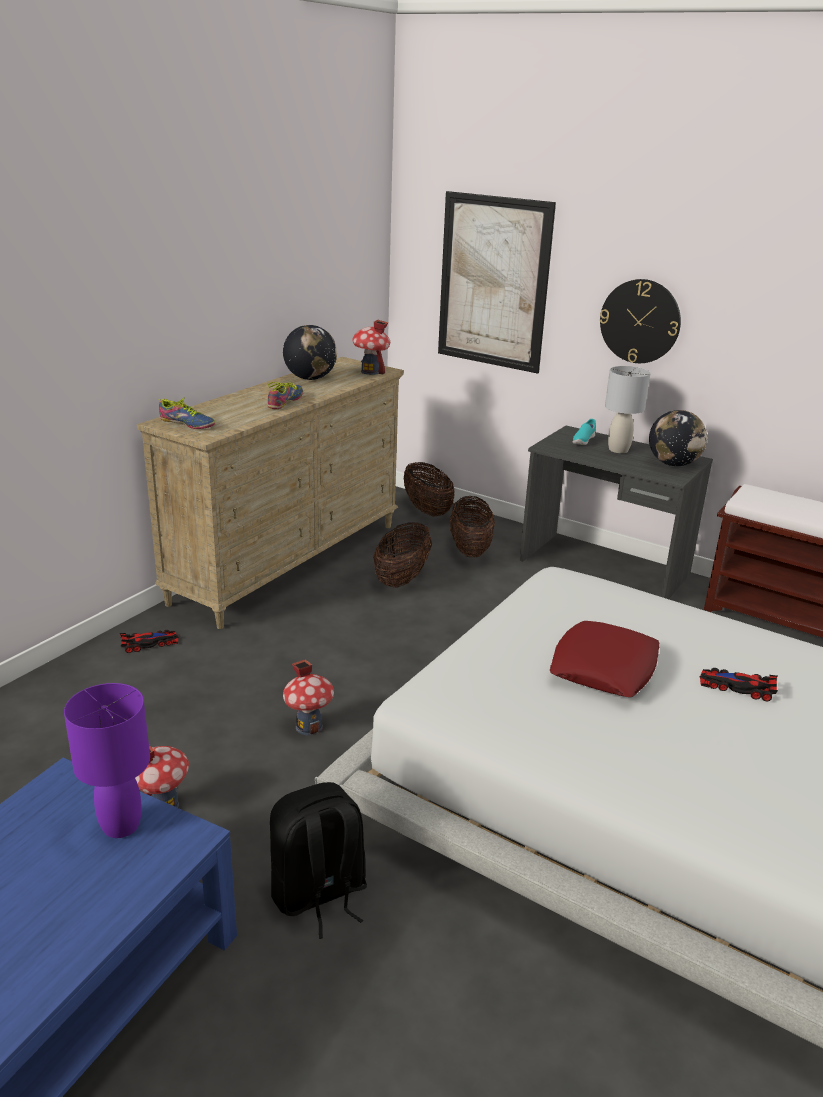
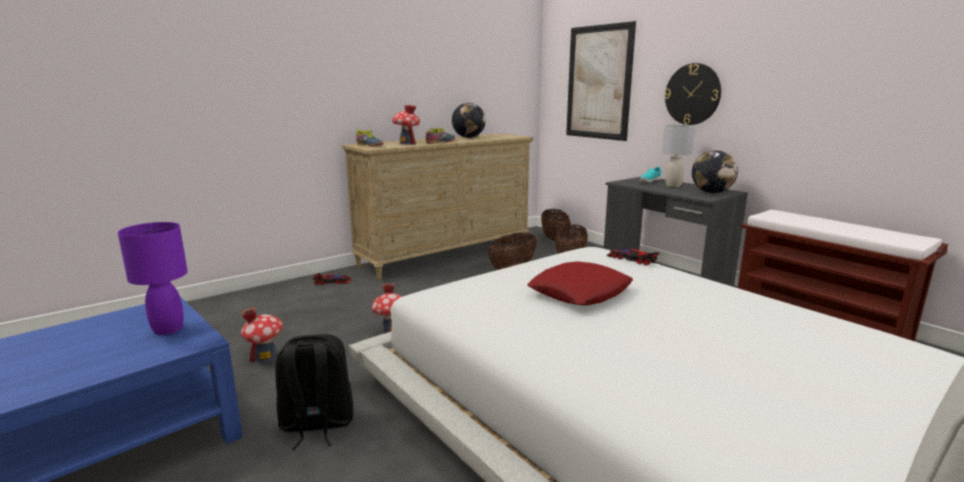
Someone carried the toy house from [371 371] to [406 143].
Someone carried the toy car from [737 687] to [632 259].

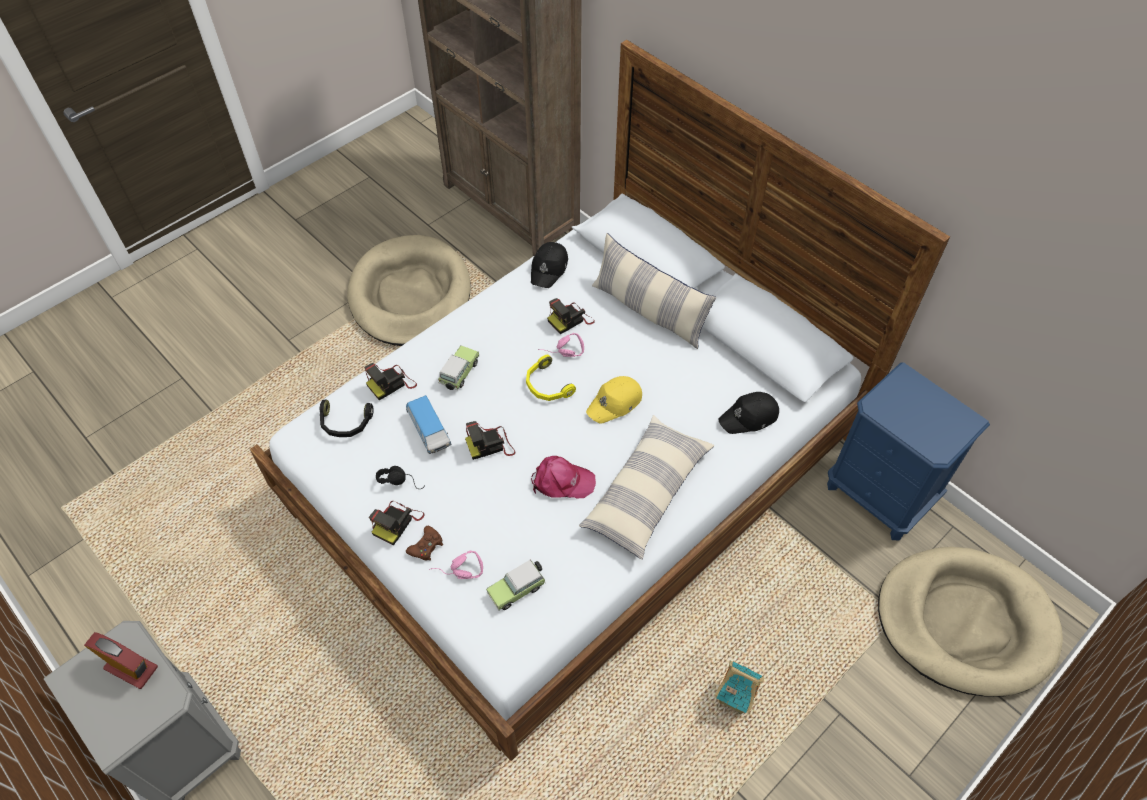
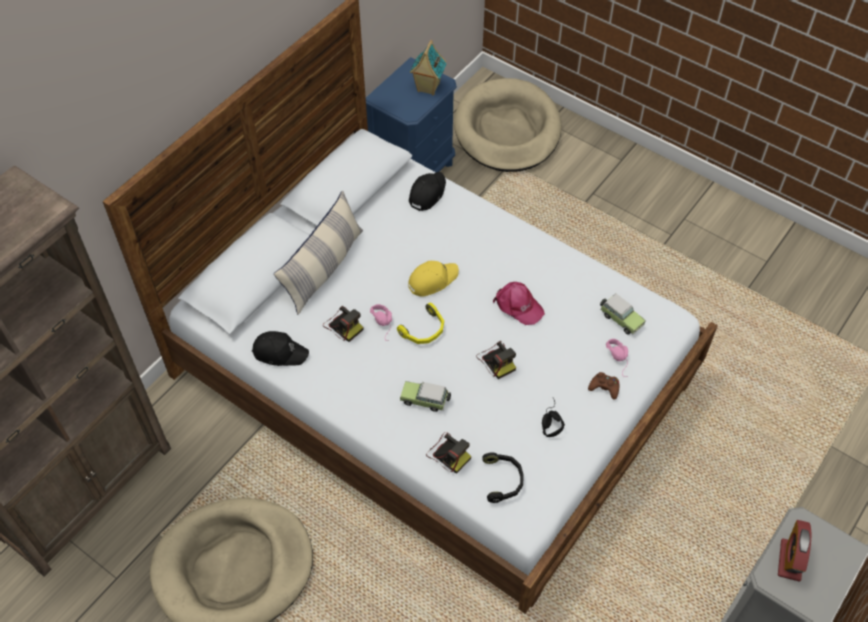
Someone rotated the cap (yellow) at [615 403] by 75 degrees counterclockwise.
Someone rotated the cap (black) at [749 417] by 120 degrees counterclockwise.
Someone took away the toy car at [429 430].
Someone took away the pillow at [646 493].
Someone rotated the cap (pink) at [562 481] by 135 degrees clockwise.
Someone took away the photo camera at [397 522].
Someone carried the toy house from [733 697] to [427 88].

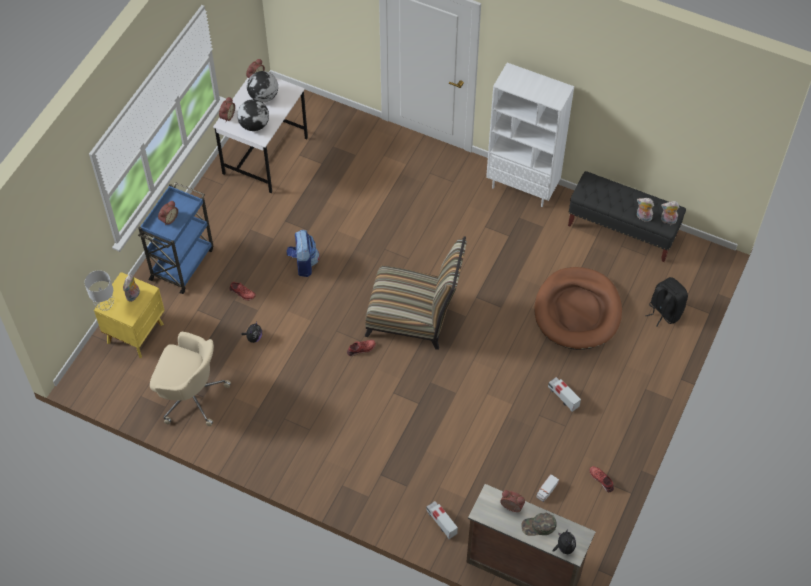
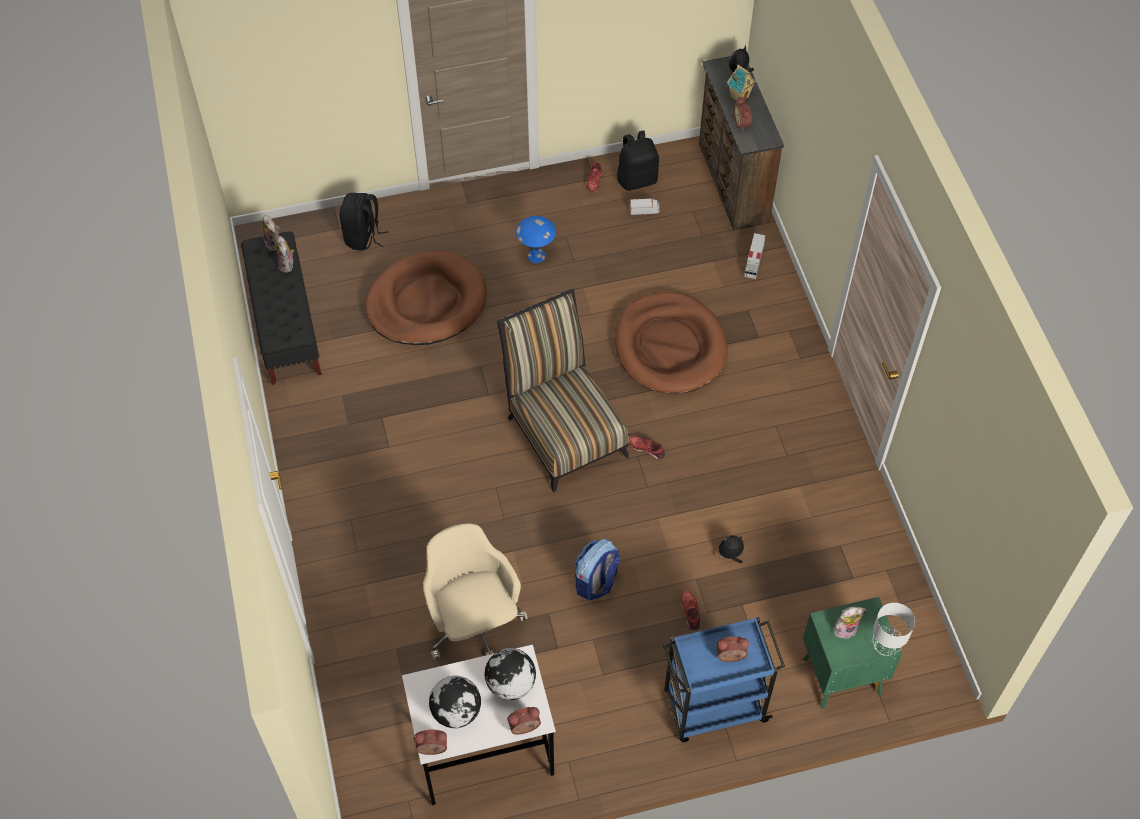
Someone took away the bookcase (white) at [523 187].
Someone repainted the nightstand (yellow) at [136 333], which became the nightstand (green) at [840 674].
Someone carried the office chair (beige) from [190 395] to [473 622].
Someone swapped the toy truck at [563 397] for the table lamp (blue) at [537 255].
Someone swapped the cap (green) at [538 526] for the toy house at [739 96].
Someone put down the backpack (black) at [637 179].
Someone put down the dog bed (brown) at [669 346].

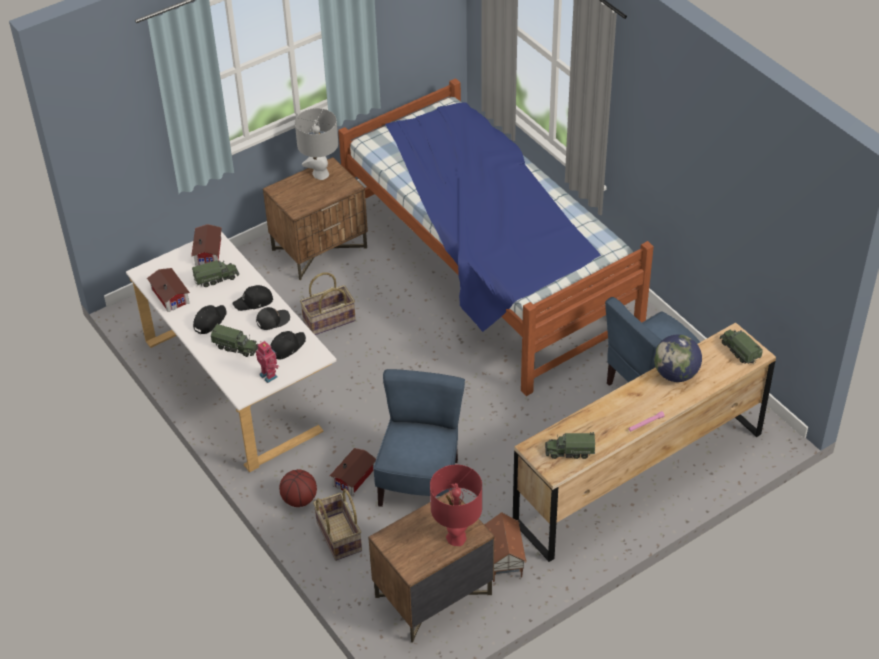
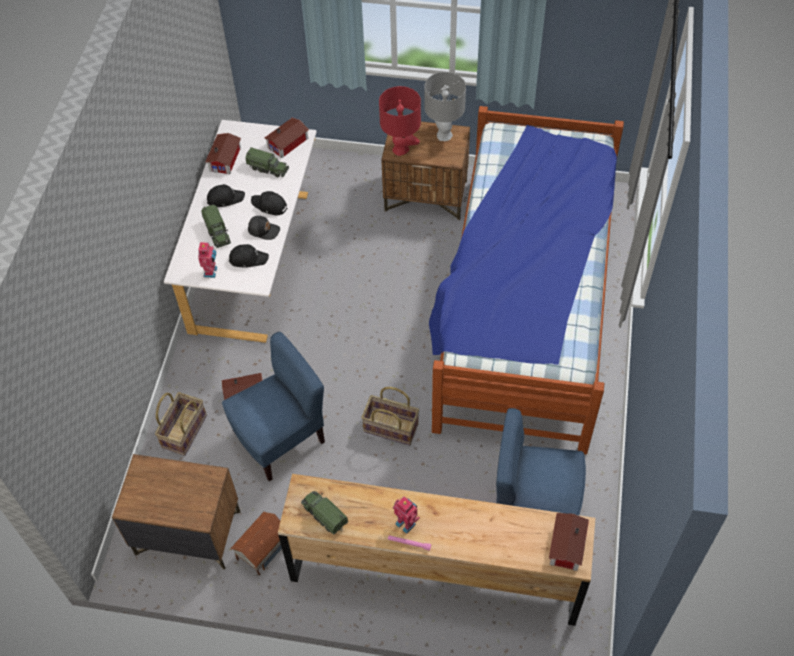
Someone carried the basket from [329 321] to [390 428].
Someone swapped the toy truck at [739 350] for the toy house at [565 546].
Someone took away the globe at [675 374].
Someone carried the table lamp (red) from [457 537] to [401 149].
Someone took away the basketball at [299 499].
Someone put down the toy robot at [406 523].

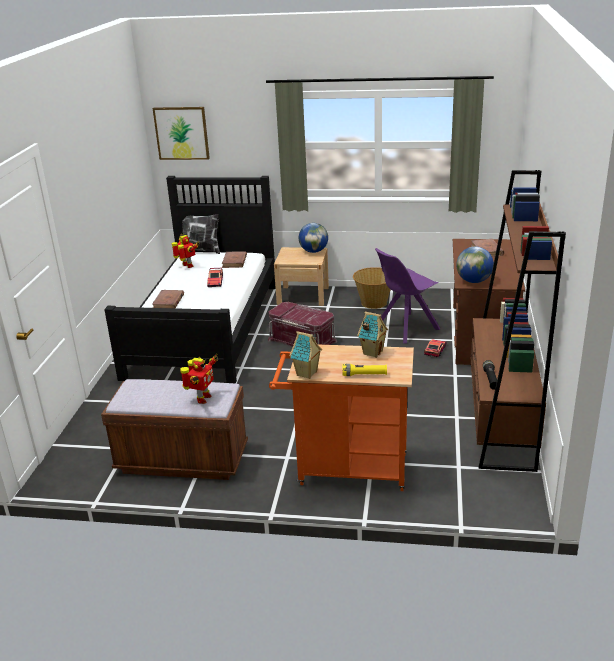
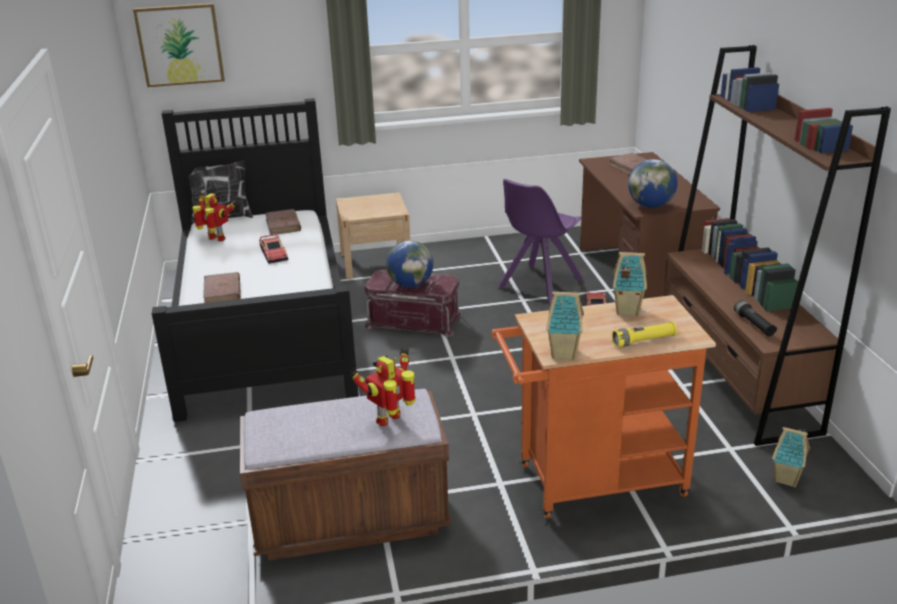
Someone carried the globe from [313 251] to [410 285].
Someone took away the basket at [374 302].
Someone rotated the toy robot at [202 399] by 135 degrees counterclockwise.
Someone put down the toy house at [787 479].

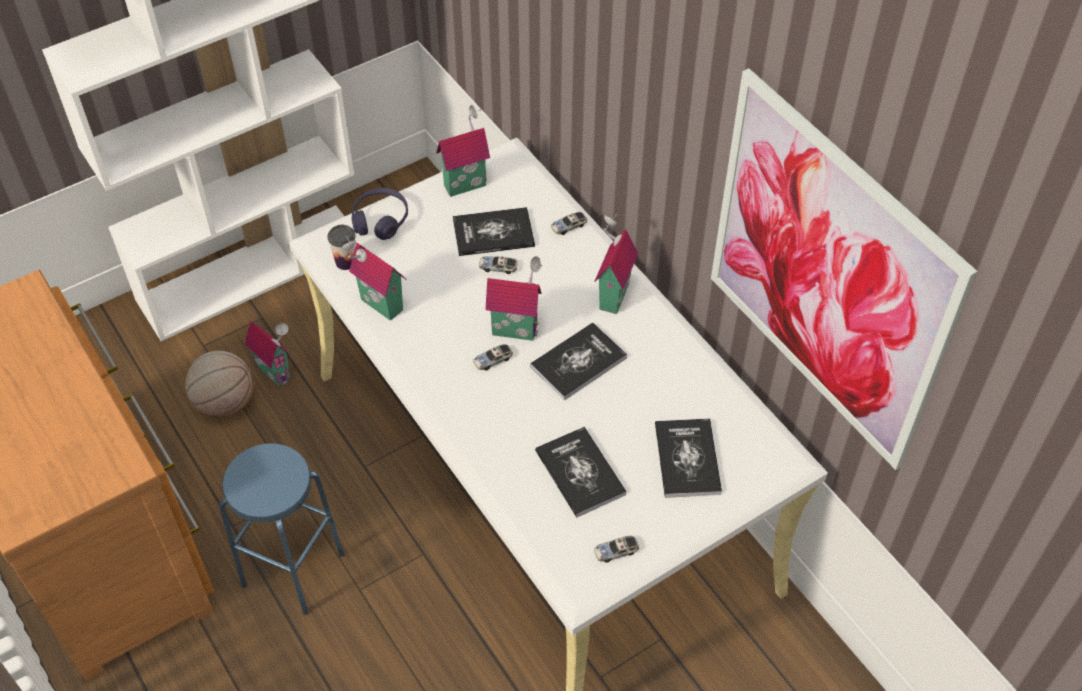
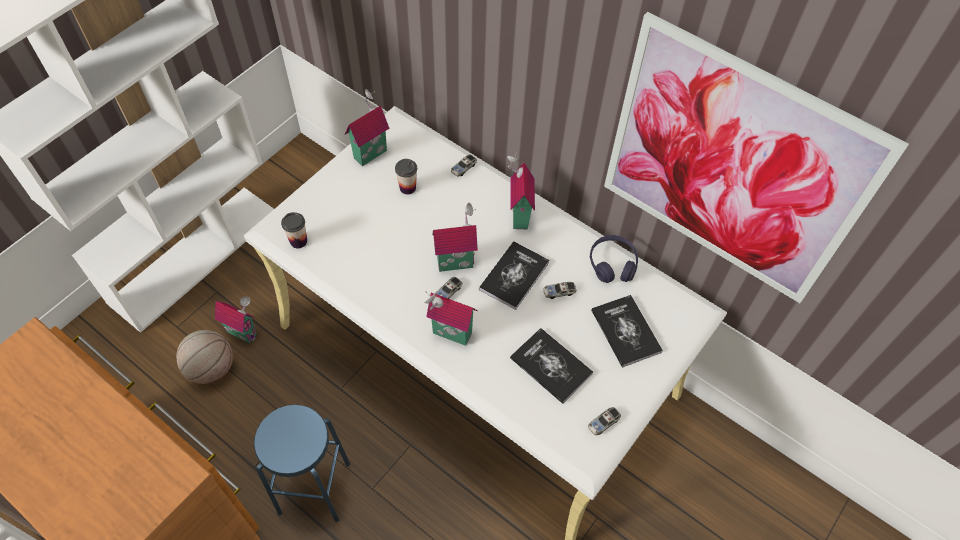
Someone carried the headphones (purple) from [380 220] to [612 264].
Someone swapped the book at [493 233] for the cup at [407 188].
Someone carried the toy house from [379 306] to [451 335].
Someone carried the toy car from [498 268] to [559 292].

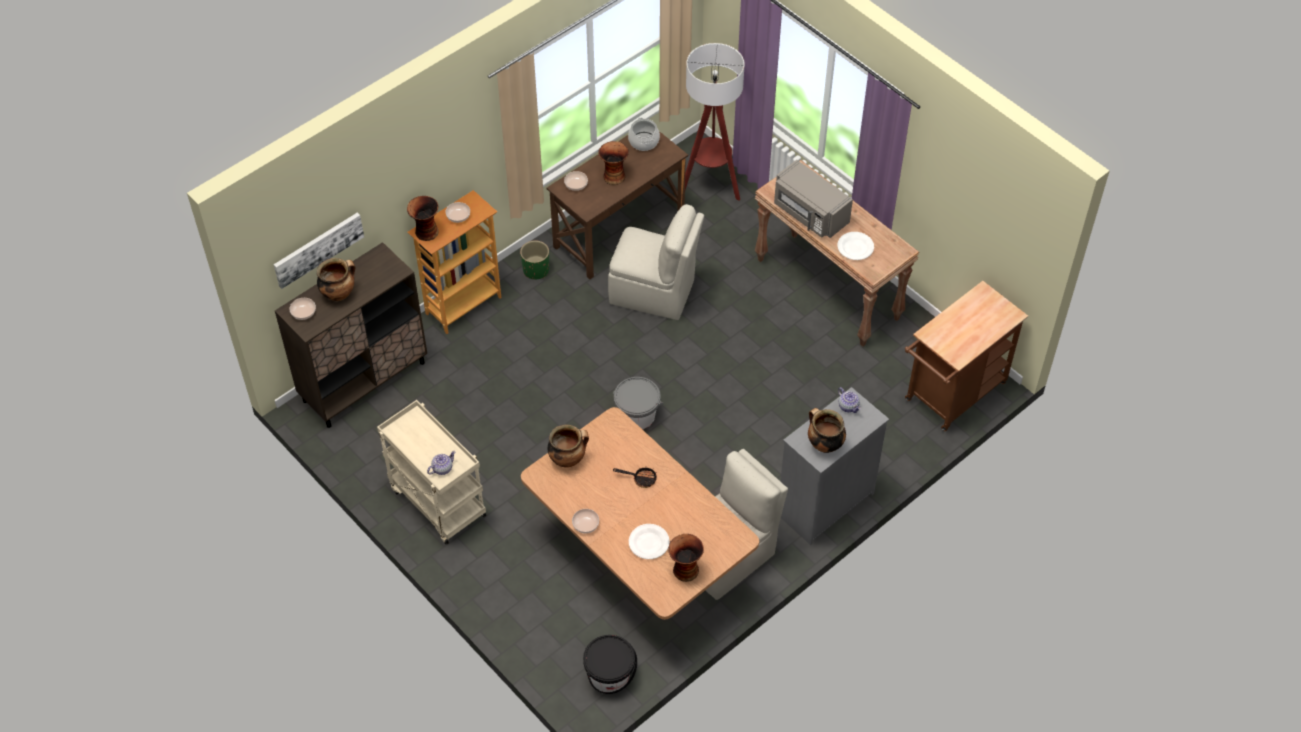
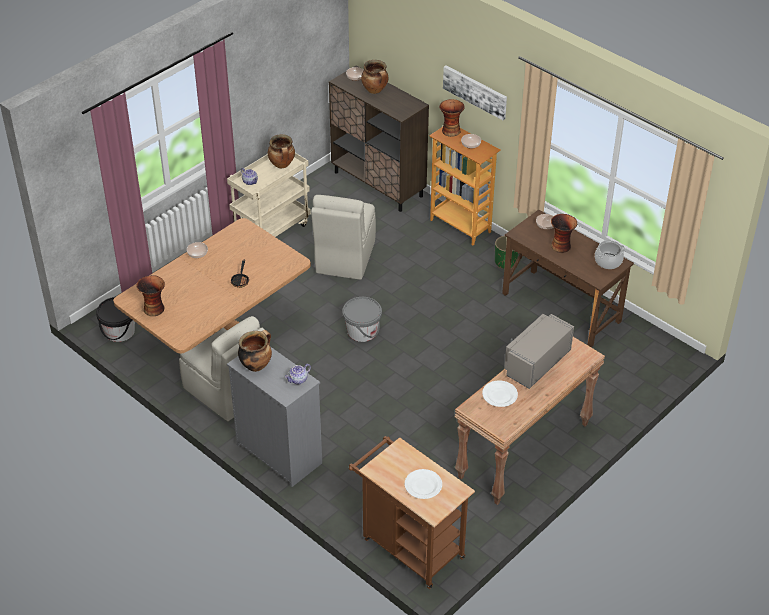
Someone took away the floor lamp at [710 185].
Someone carried the chair (beige) from [654 292] to [344 258].
Someone carried the picture from [318 249] to [475 91].
Someone carried the cooking pot from [568 459] to [282 165].
Someone carried the plate (white) from [649 542] to [423 486].

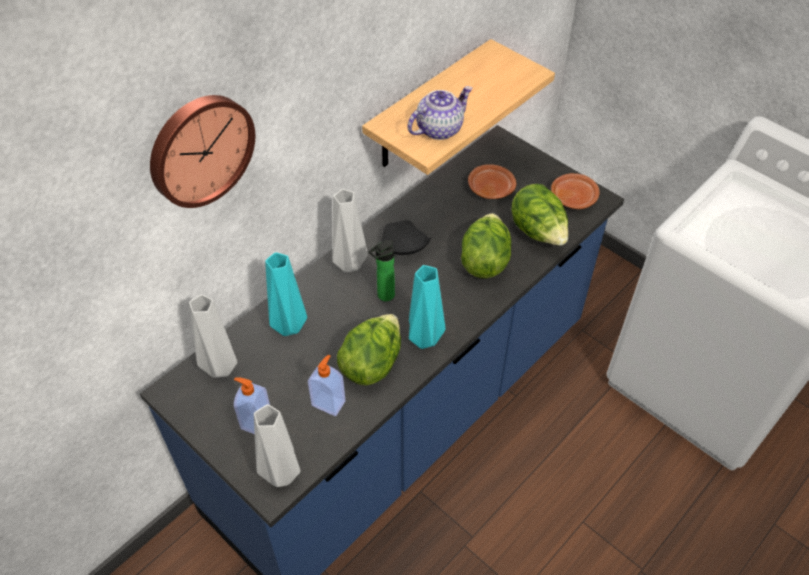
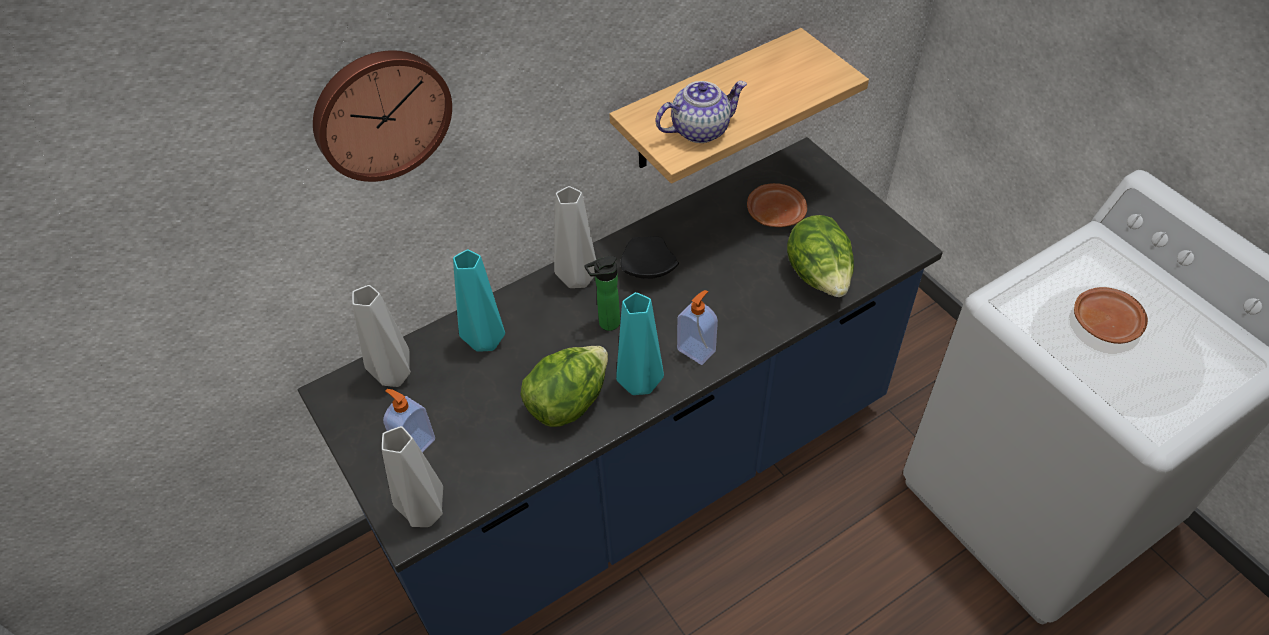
Someone carried the plate (brown) from [573 197] to [1105 322].
Someone took away the lettuce at [484 260].
Someone carried the soap dispenser from [329 402] to [697 350].

